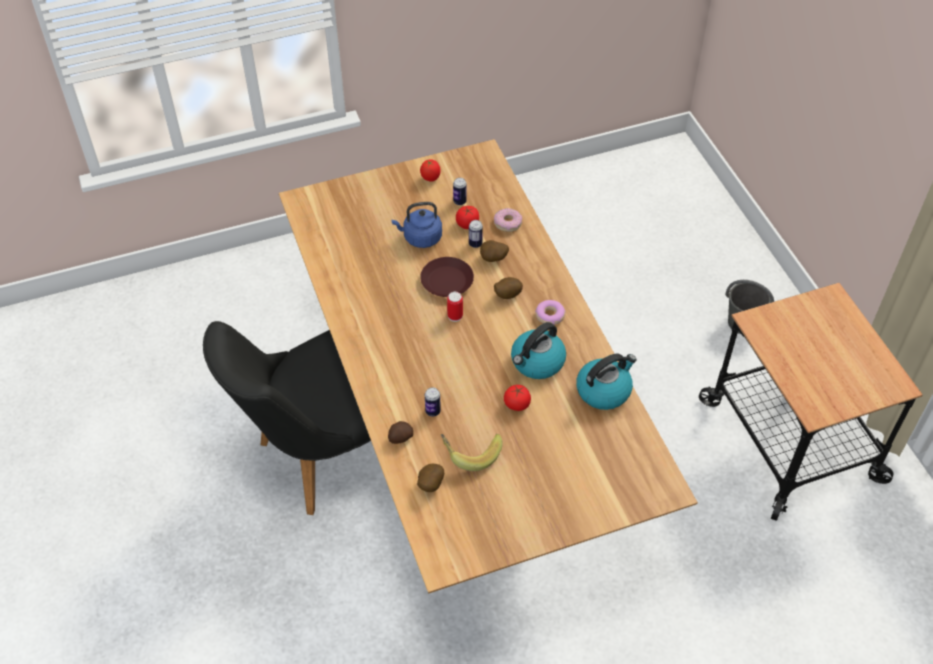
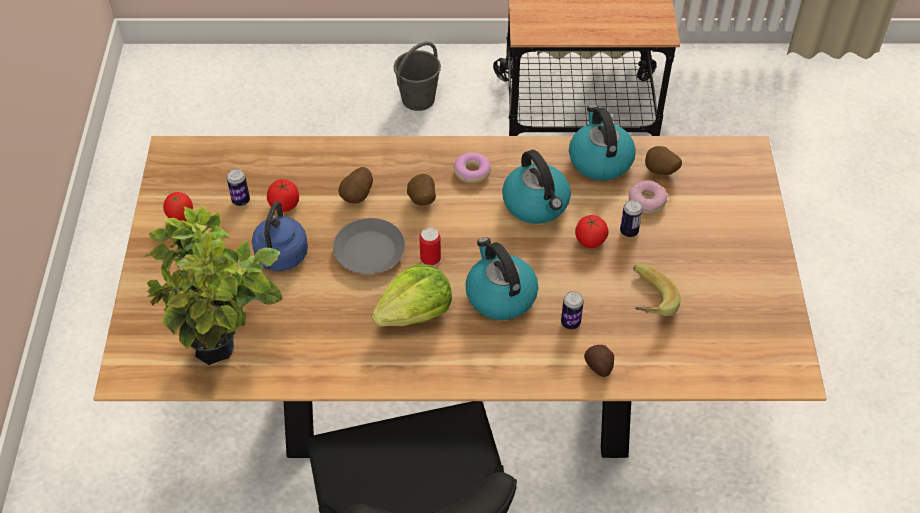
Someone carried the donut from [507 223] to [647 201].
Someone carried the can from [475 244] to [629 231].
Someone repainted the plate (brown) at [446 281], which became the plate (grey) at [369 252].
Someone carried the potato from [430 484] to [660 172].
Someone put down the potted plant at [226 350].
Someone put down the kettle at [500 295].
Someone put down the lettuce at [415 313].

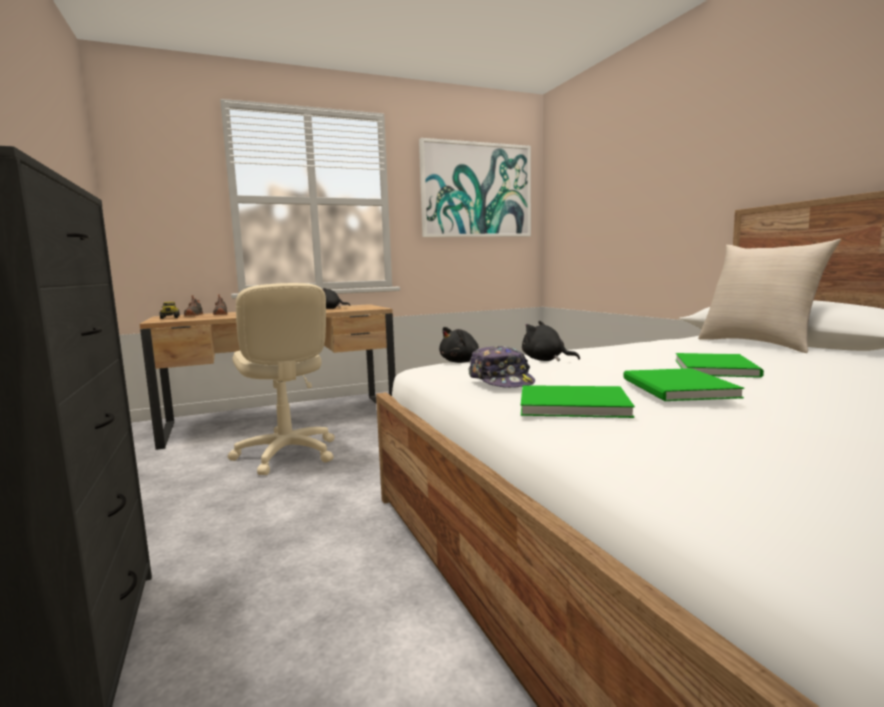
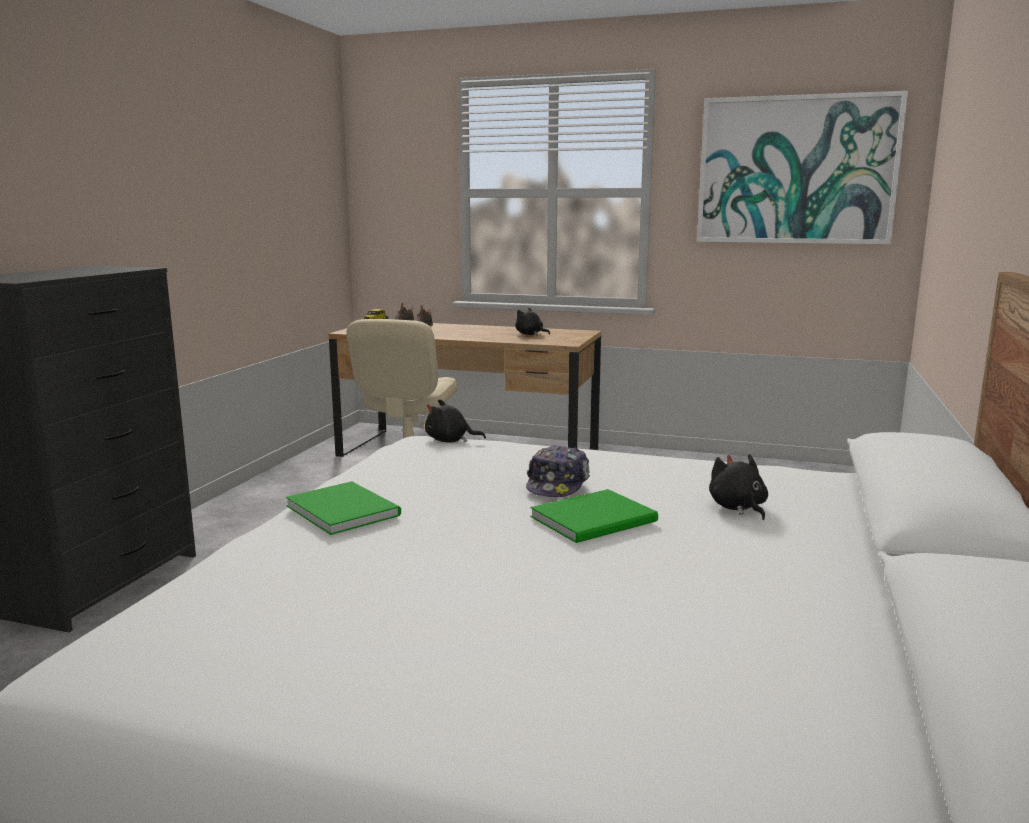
Someone took away the pillow (beige) at [758 344].
Someone carried the plush toy (black) from [545 360] to [738 508].
Someone carried the cap from [501 381] to [558 485].
Someone took away the book (green) at [677 388].

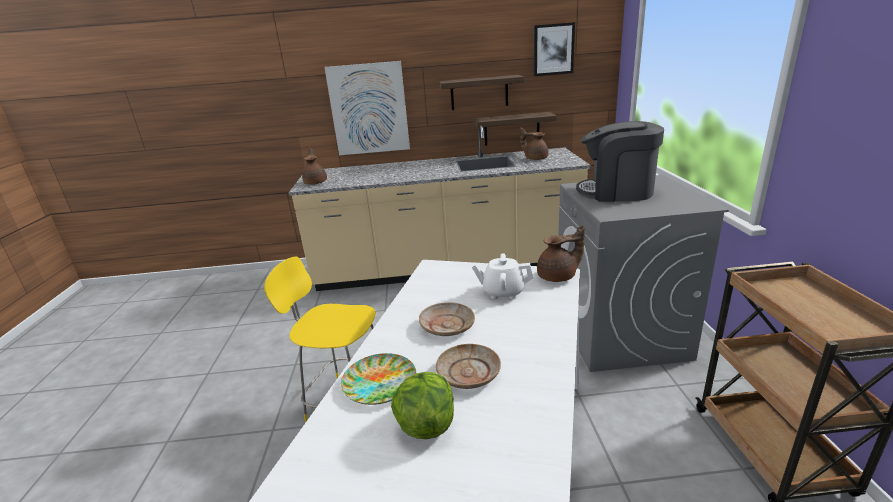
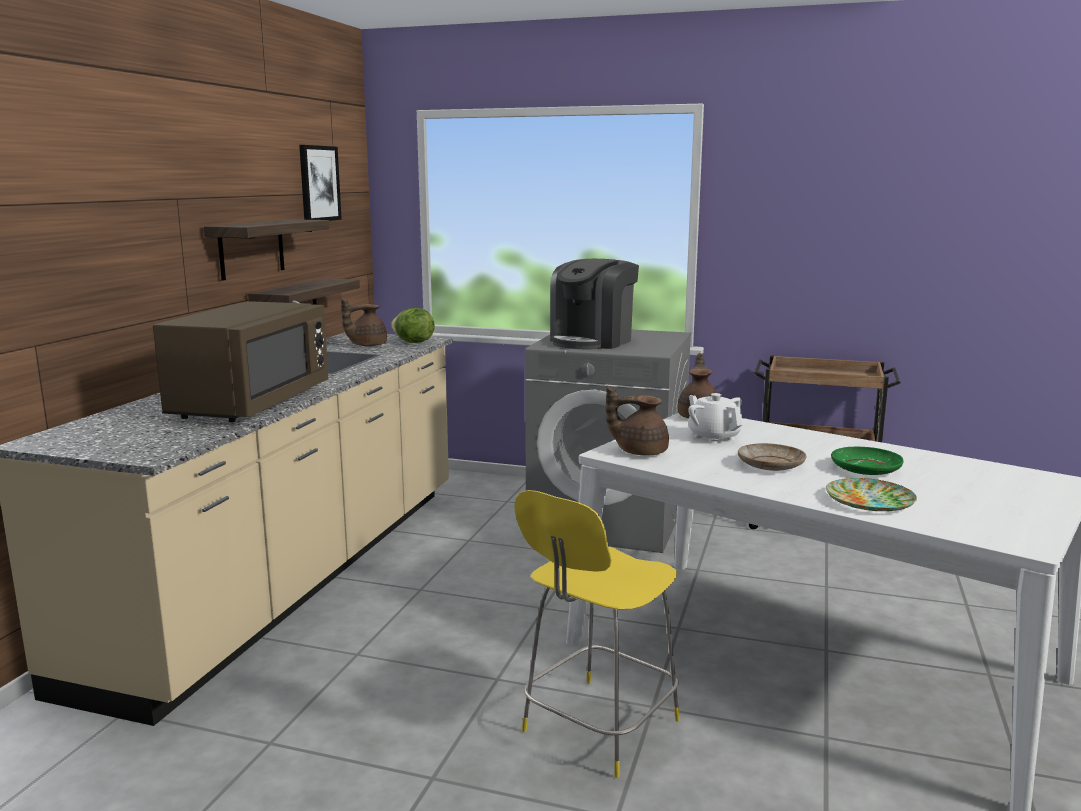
Someone took away the picture at [369 109].
Someone carried the teapot (brown) from [316 182] to [639 451].
Someone rotated the teapot (white) at [503 292] by 120 degrees clockwise.
Someone repainted the plate (beige) at [468 373], which became the plate (green) at [866 469].
Someone carried the lettuce from [426 424] to [413 342].
Someone put down the microwave (brown) at [251 403].

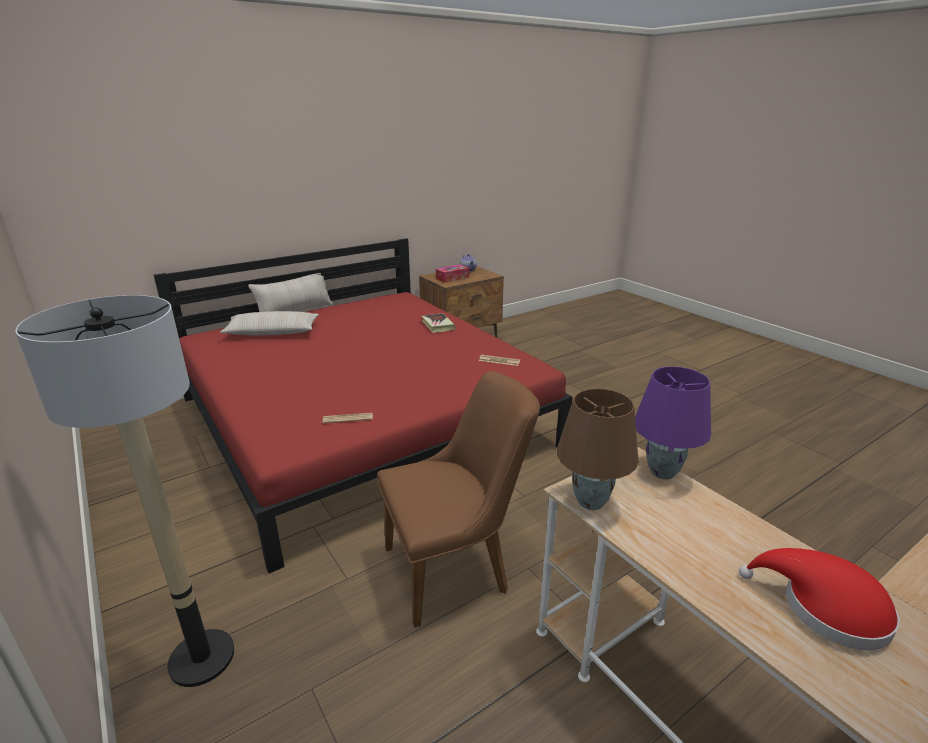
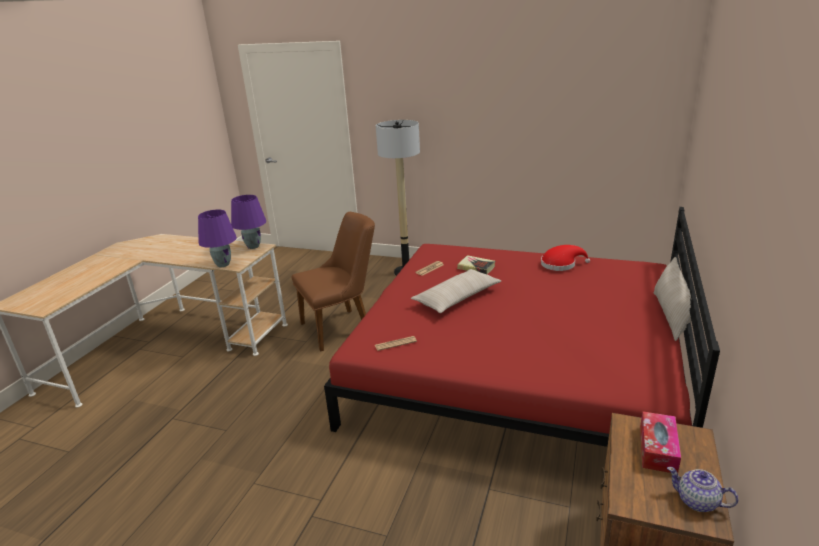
Someone carried the pillow (beige) from [272 332] to [457 298].
Someone carried the book from [437 325] to [476 267].
Someone rotated the chair (brown) at [457 567] by 150 degrees counterclockwise.
Someone repainted the table lamp (brown) at [591 502], which became the table lamp (purple) at [253 246].
Someone carried the hat (red) from [825 608] to [561 264].

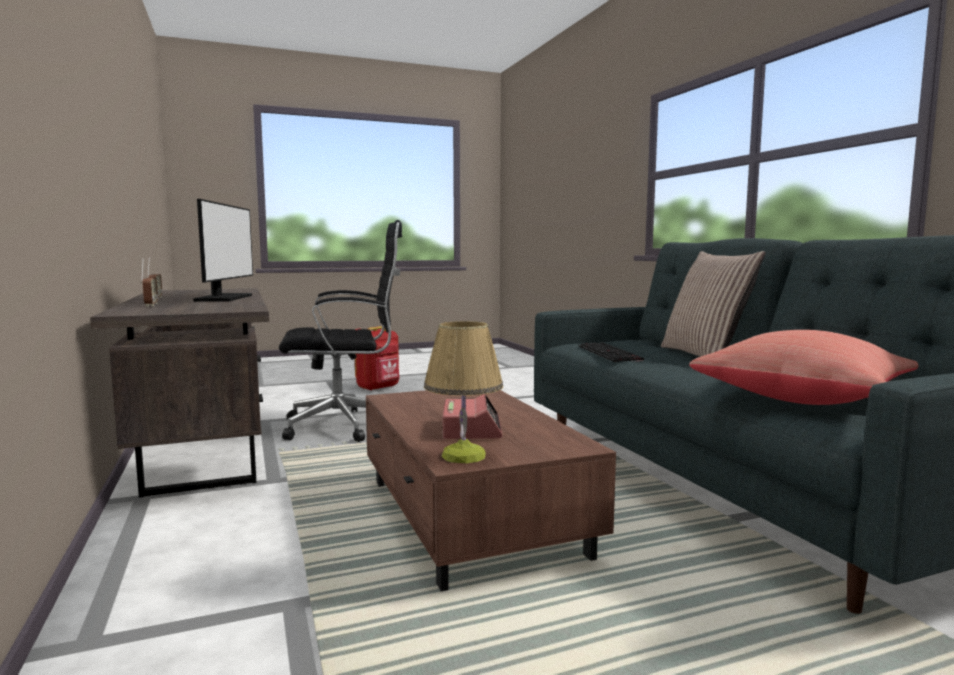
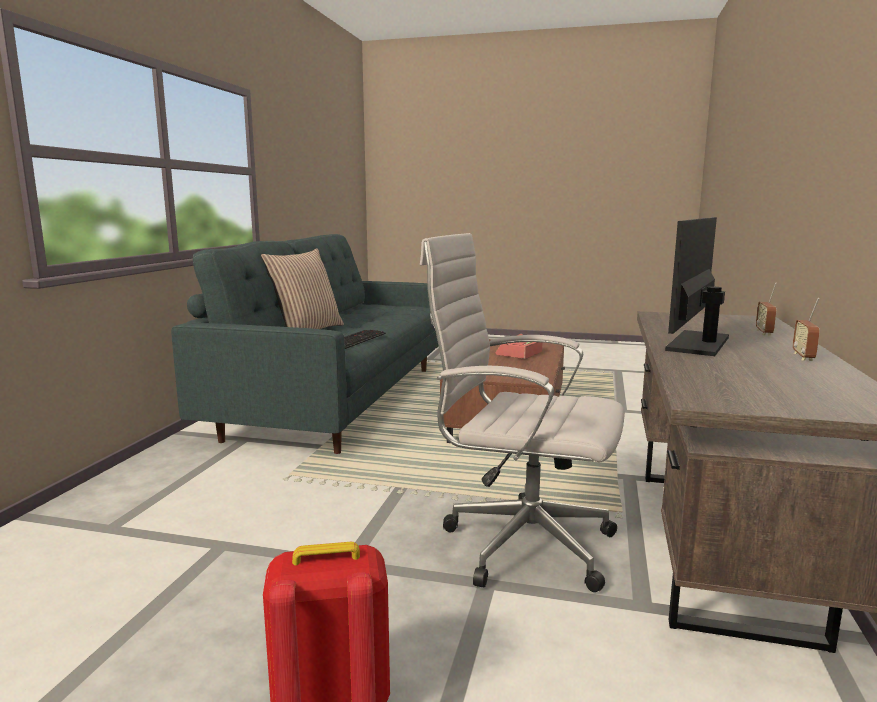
Someone repainted the office chair (black) at [345 426], which became the office chair (white) at [520 544].
Someone took away the table lamp at [463 455].
Someone took away the pillow (red) at [804 399].

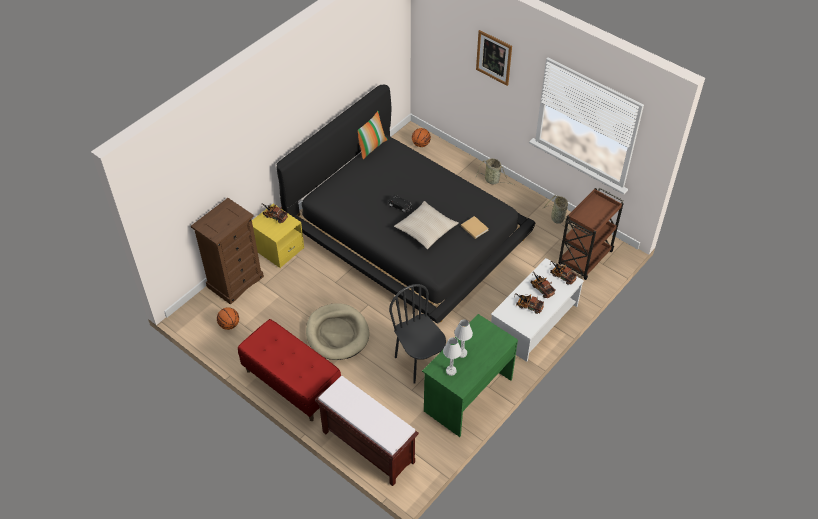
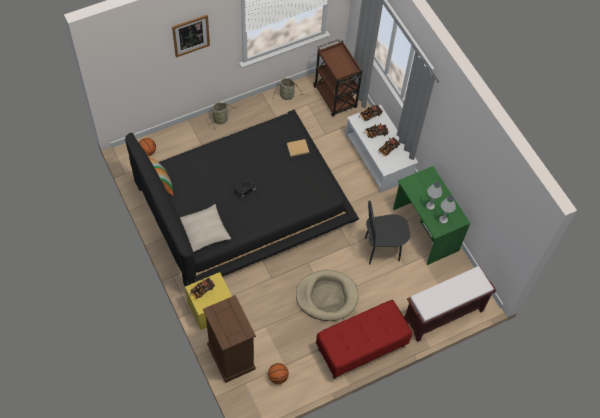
Someone carried the pillow (beige) from [426 229] to [203 231].

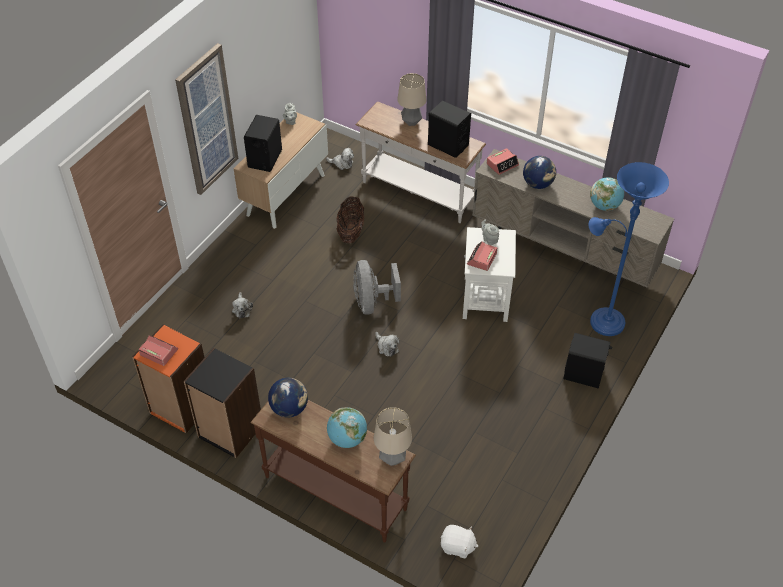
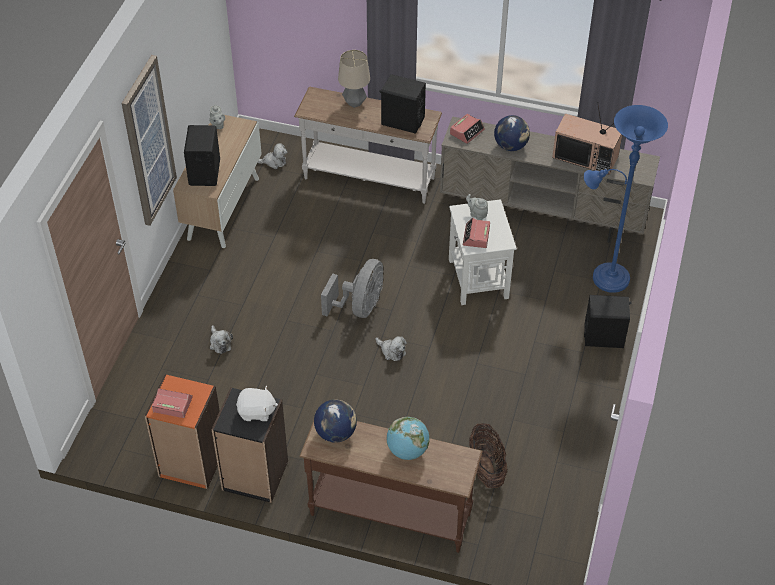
Someone swapped the globe at [604 206] for the television at [586 156].
Someone carried the basket from [351 231] to [486 468].
Someone rotated the fan (grey) at [372 302] by 135 degrees counterclockwise.
Someone took away the table lamp at [392 459].
Someone carried the plush toy (white) from [457 546] to [256 412].

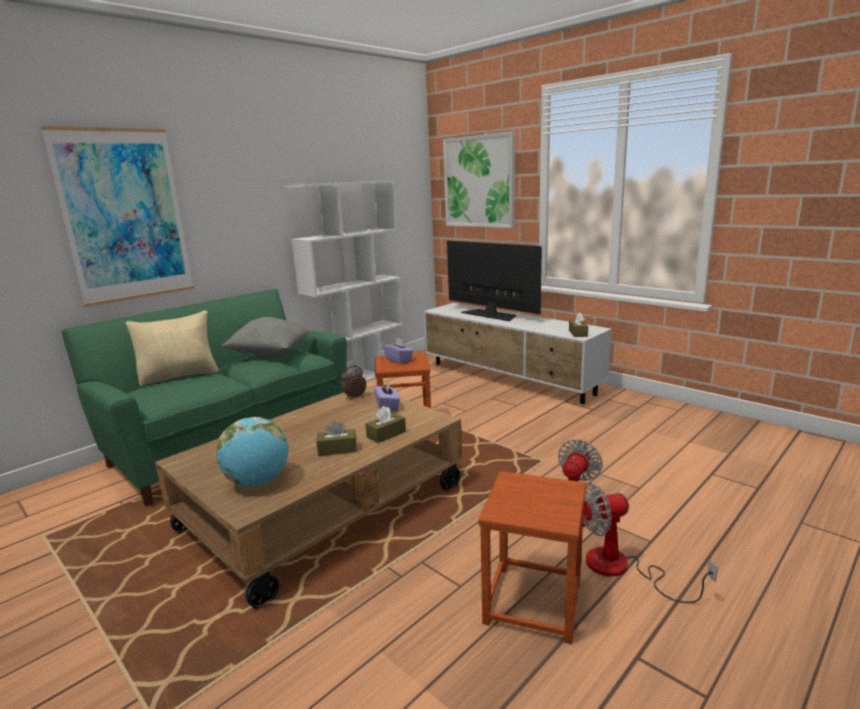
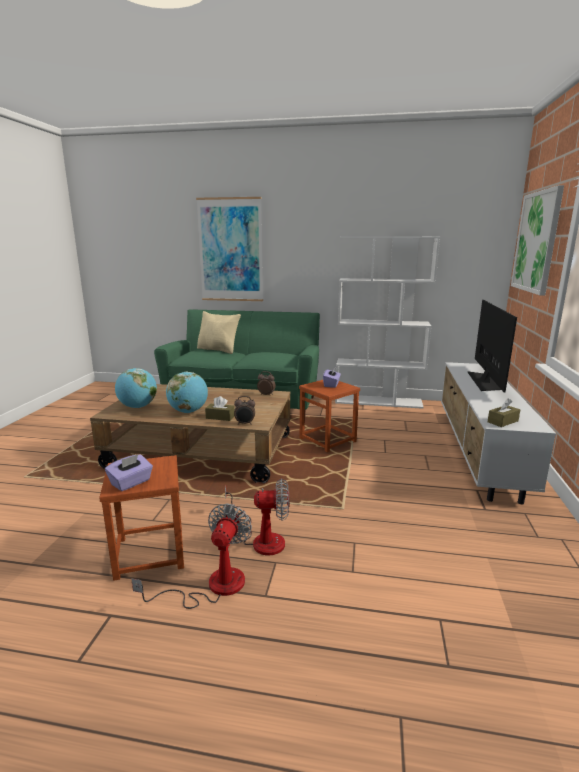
Someone took away the pillow (grey) at [270 354].
Someone carried the tissue box (purple) from [387 406] to [131 483].
Someone swapped the tissue box (brown) at [337 449] for the globe at [188 411].
Someone rotated the fan at [622 569] by 60 degrees clockwise.
Someone put down the alarm clock at [245 423].

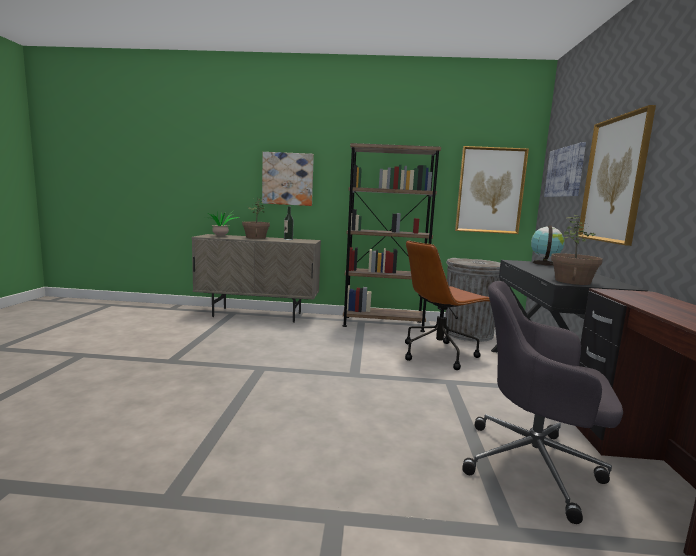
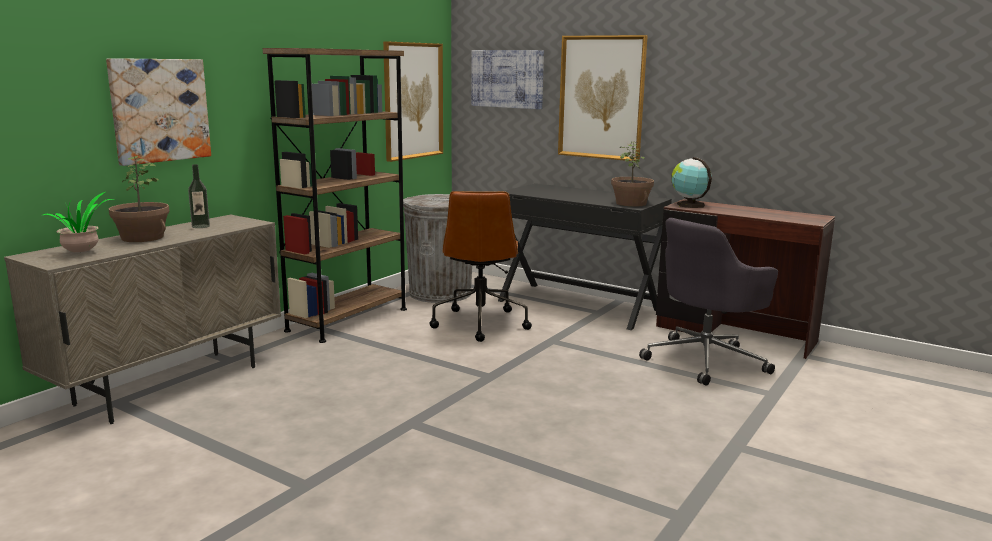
Someone carried the globe from [544 263] to [689 205].

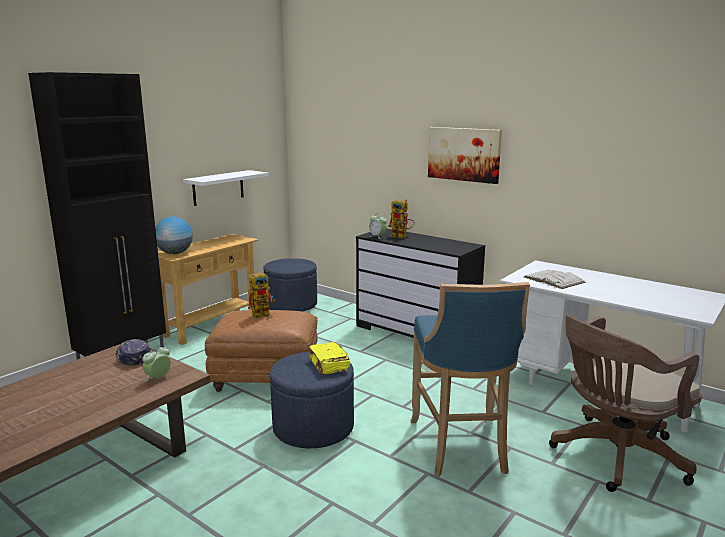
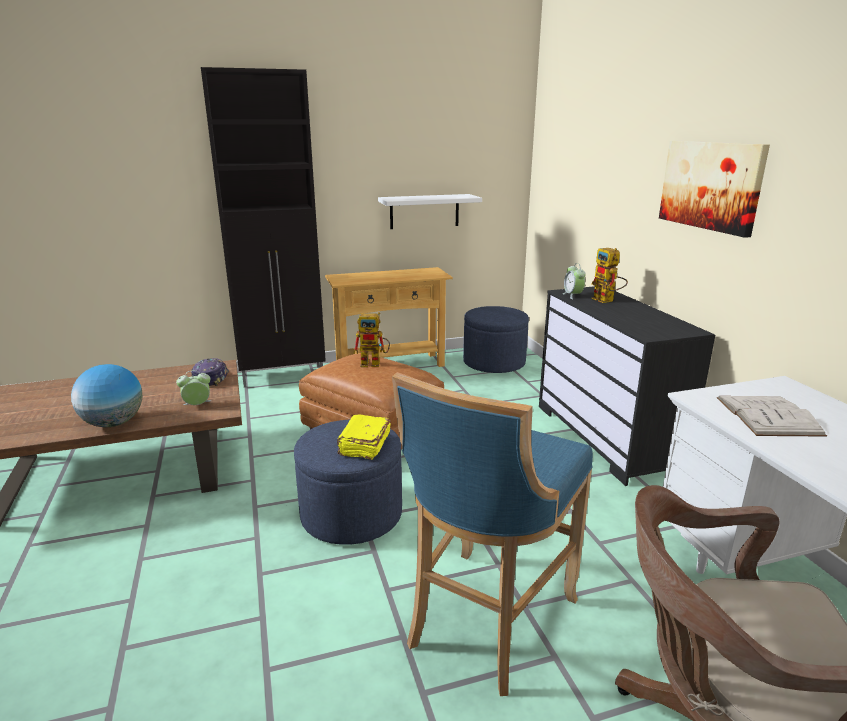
Someone carried the globe from [175 253] to [113 423].

